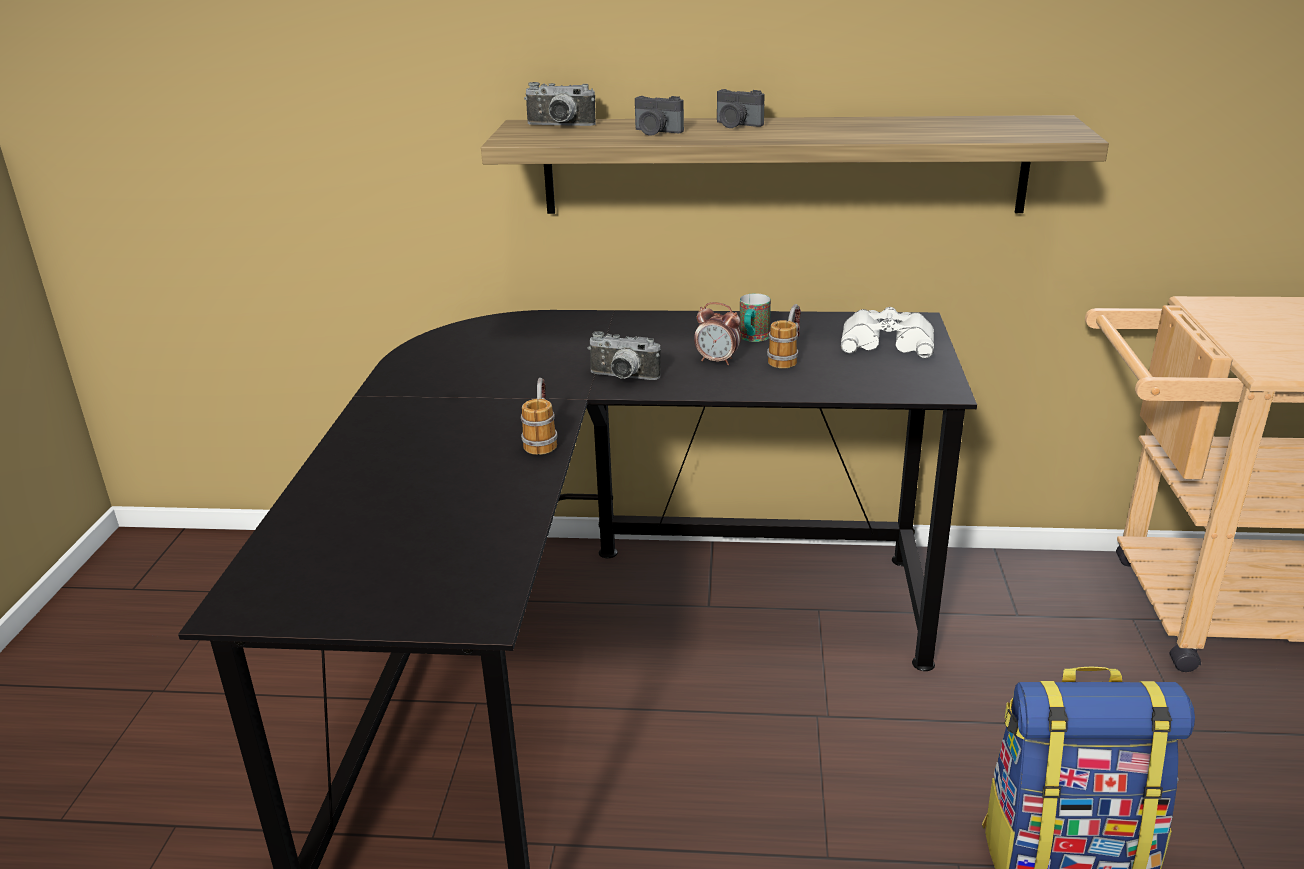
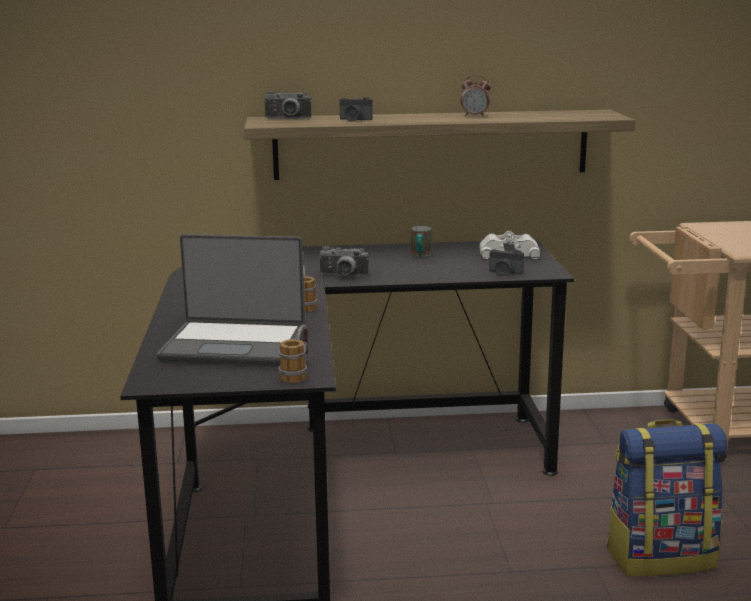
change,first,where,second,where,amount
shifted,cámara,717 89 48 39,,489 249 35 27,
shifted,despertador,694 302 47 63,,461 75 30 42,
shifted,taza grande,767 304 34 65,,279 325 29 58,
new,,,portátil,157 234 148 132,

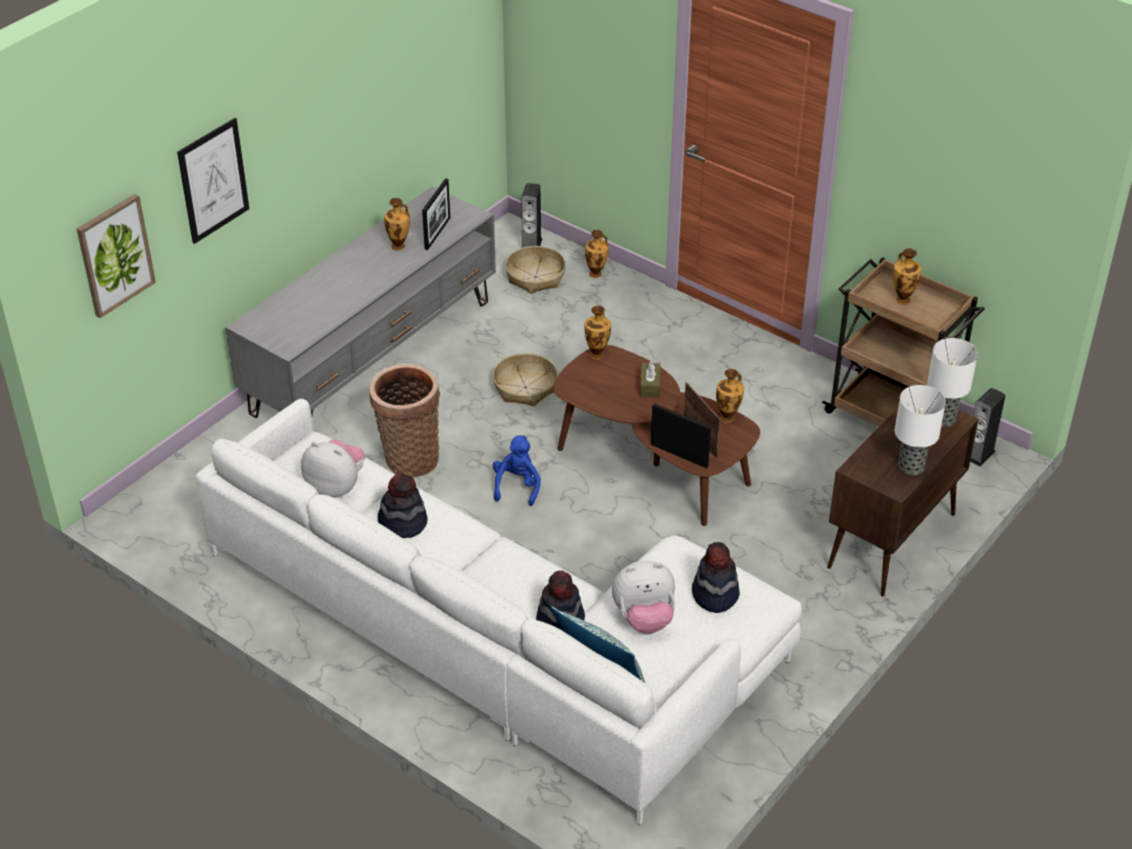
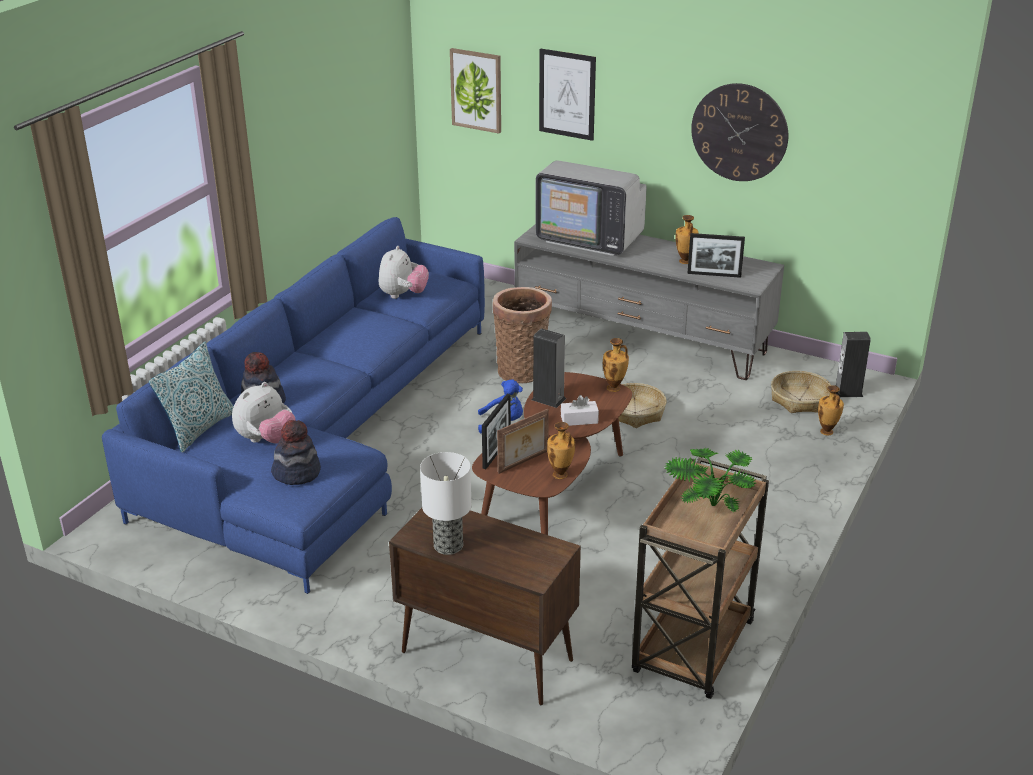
change,first,where,second,where,amount
swapped,florero,893 248 28 57,planta en maceta,665 448 91 65,
gone,lámpara de mesa,927 338 51 88,,,
repainted,caja de pañuelos/marrón,640 360 20 38,caja de pañuelos/blanco,561 395 38 31,
shifted,altavoz,970 388 35 78,,531 328 35 80,
repainted,sofá/blanco,195 399 607 426,sofá/azul,102 217 383 377,
gone,sombrero,378 473 50 65,,,
rotated,peluche,612 560 63 74,,232 382 64 62,120 degrees counterclockwise
new,,,reloj de pared,691 83 97 98,
new,,,televisor,535 160 111 96,

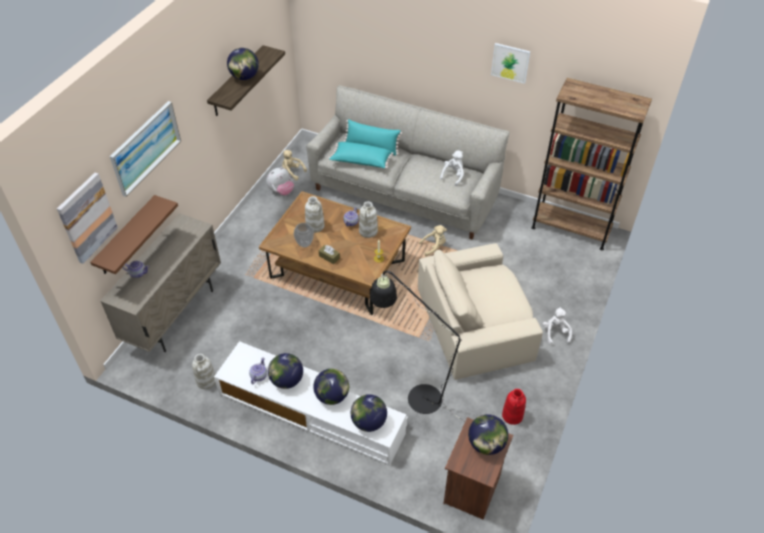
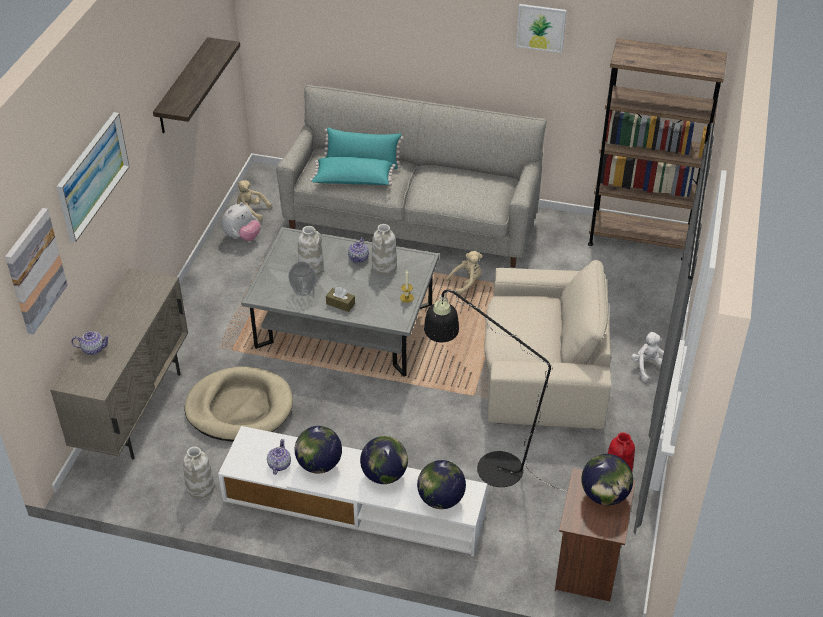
change,first,where,second,where,amount
gone,globo terráqueo,227 48 32 32,,,
gone,peluche/blanco,440 150 24 36,,,
repainted,mesa de centro/marrón,259 191 152 124,mesa de centro/gris,241 227 198 150,
gone,estante/marrón,90 195 88 79,,,
rotated,sillón/beis,418 243 125 137,,484 260 127 169,150 degrees counterclockwise
new,,,cama para perro/beis,184 366 109 75,

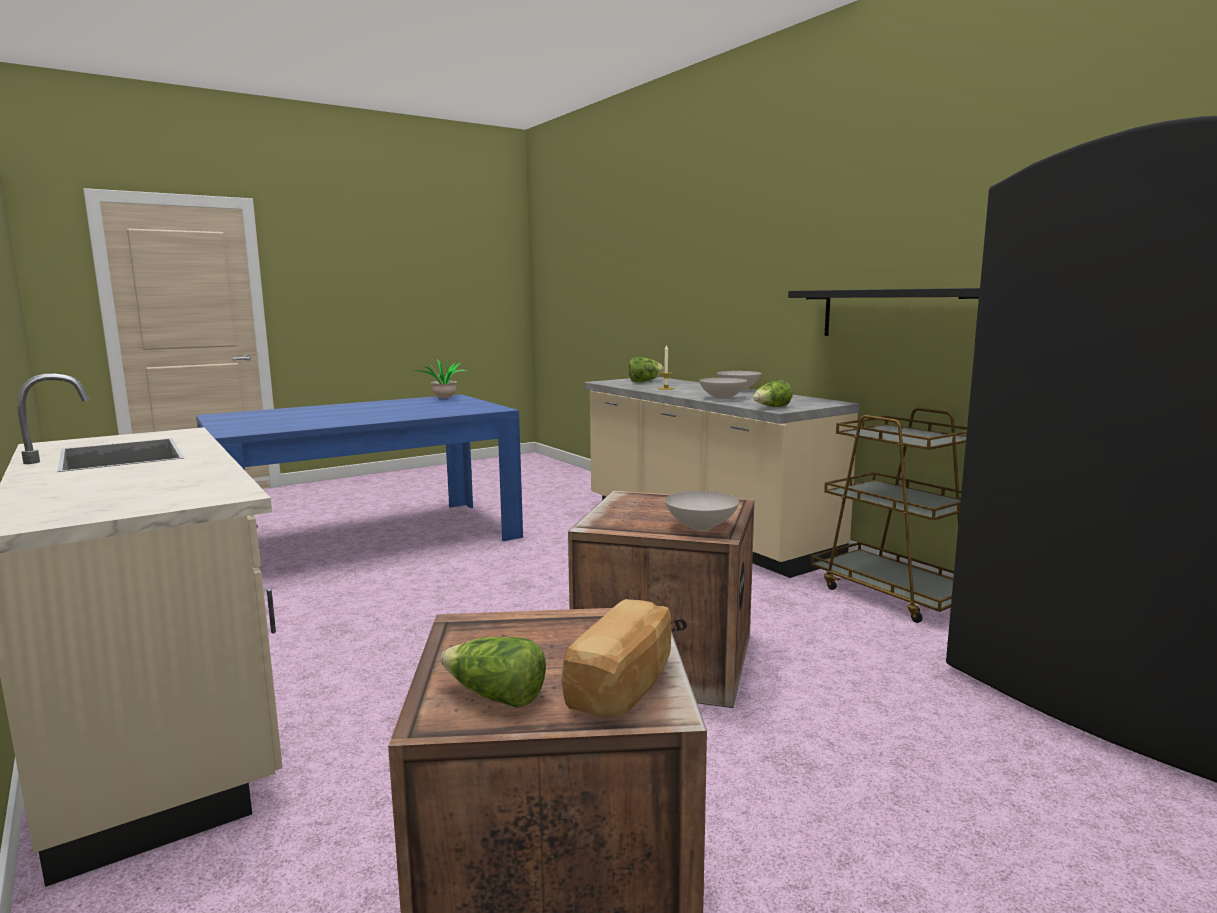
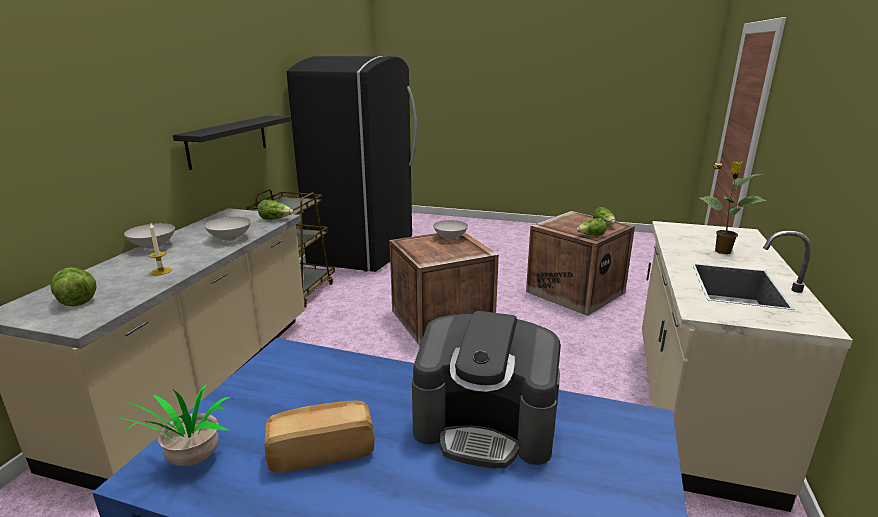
change,first,where,second,where,amount
shifted,pan,562 599 109 119,,265 401 110 72,
new,,,planta en maceta,700 161 67 93,
new,,,lechuga,576 218 31 18,
new,,,cafetera,412 311 149 157,

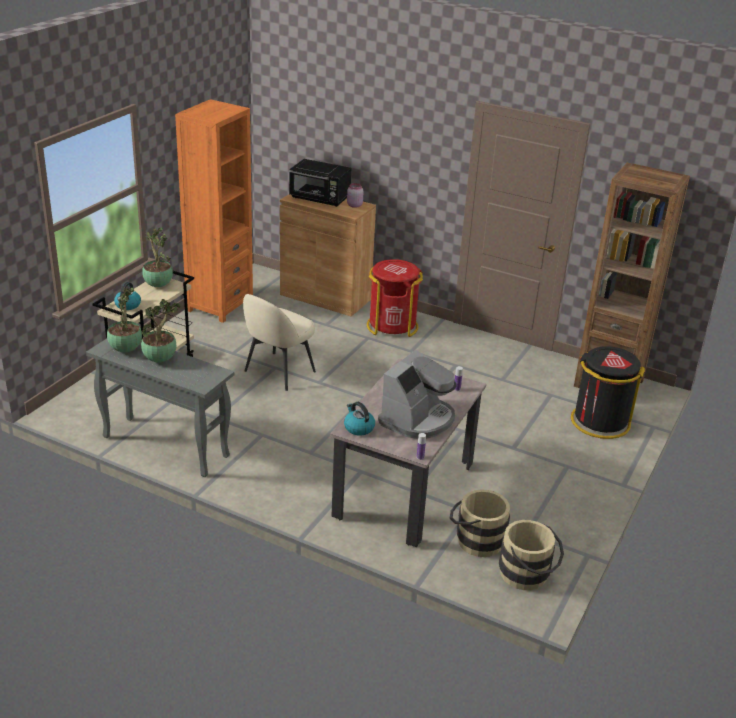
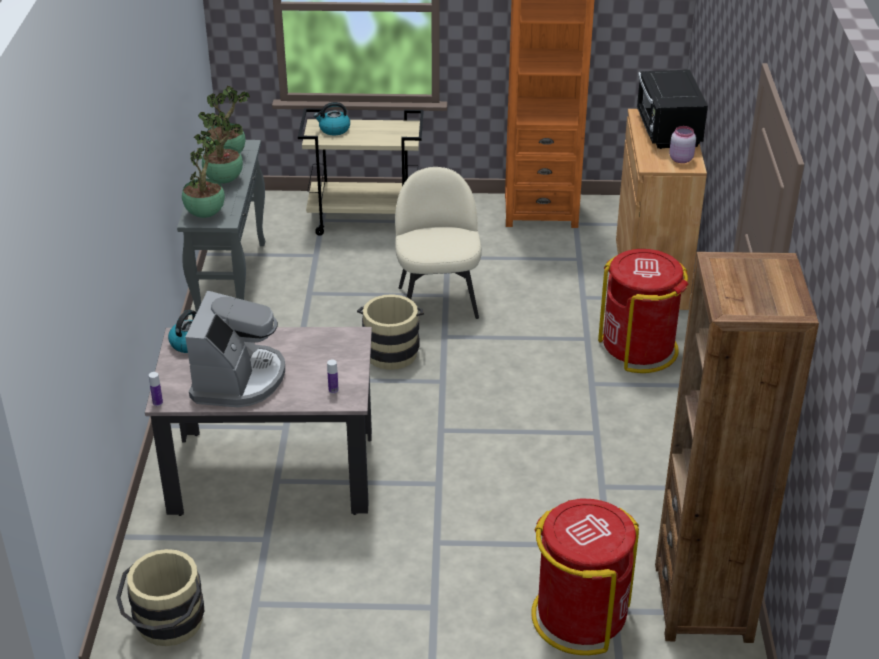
change,first,where,second,where,amount
shifted,planta en maceta,142 227 31 60,,182 138 43 80,
rotated,silla/beis,243 294 73 97,,395 167 87 152,75 degrees clockwise
repainted,papelera/negro,571 346 74 93,papelera/rojo,531 498 108 157,
rotated,cafetera,378 350 78 89,,185 291 100 116,90 degrees counterclockwise
shifted,cubo/beis,450 489 60 68,,357 294 67 76,

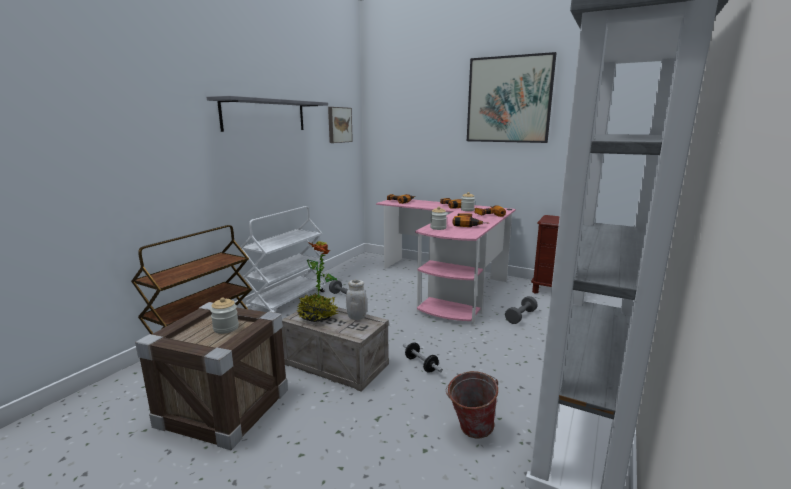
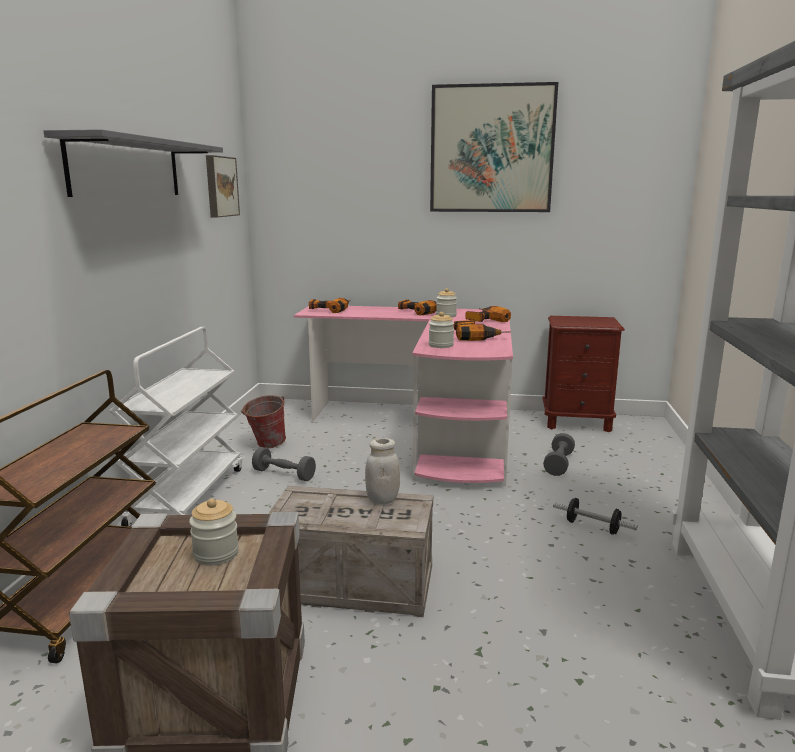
change,first,where,second,where,amount
gone,planta en maceta,296 241 43 81,,,
shifted,mancuerna,403 342 40 31,,553 498 85 37,
shifted,cubo,446 371 52 68,,241 395 45 53,

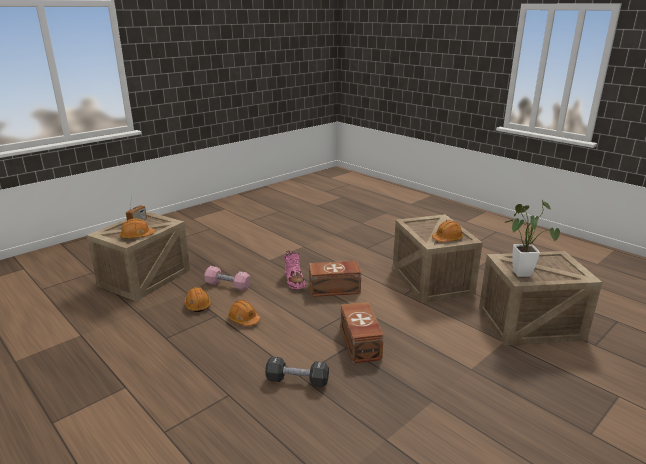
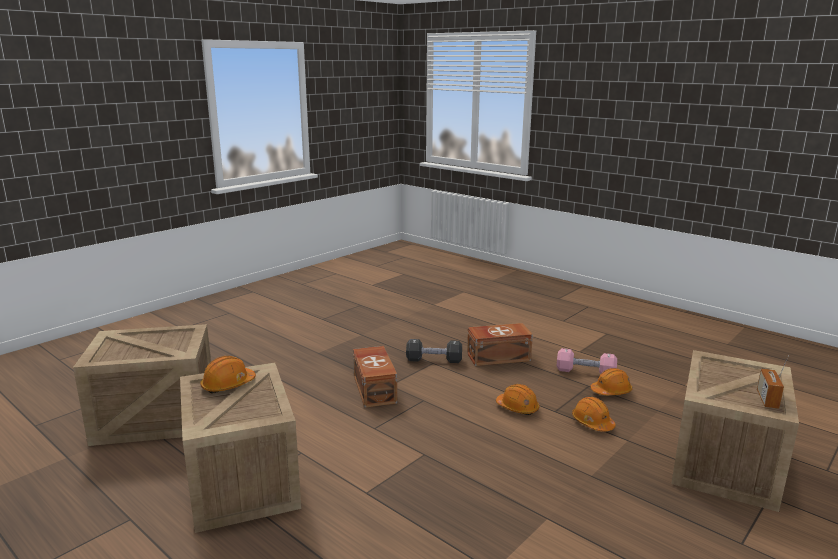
change,first,where,second,where,amount
gone,planta en maceta,505 200 55 77,,,
shifted,casco/naranja,120 218 35 21,,590 368 42 27,
gone,bota/rosa,284 251 22 38,,,
shifted,caja de almacenaje/marrón,309 261 52 36,,467 323 66 43,
shifted,mancuerna/rosa,204 266 46 25,,557 348 60 26,

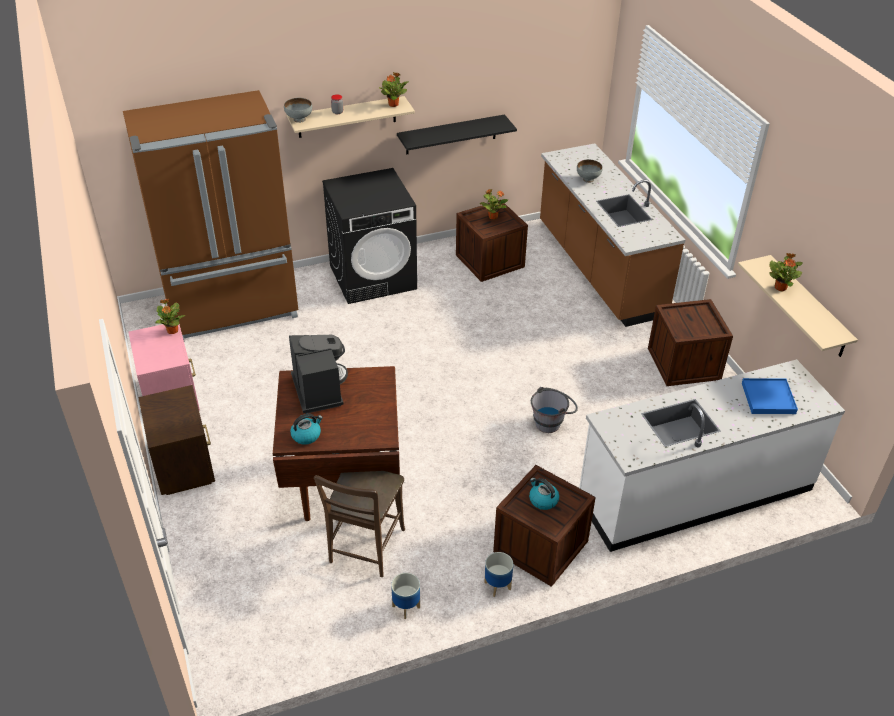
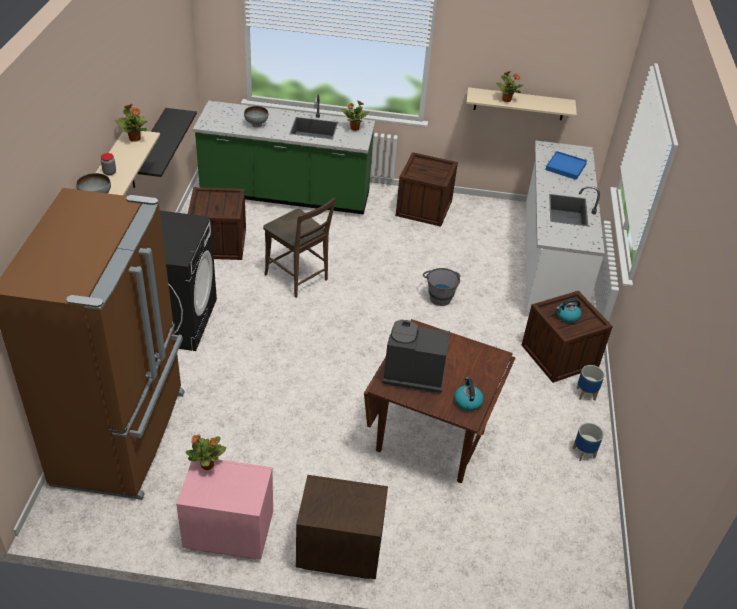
change,first,where,second,where,amount
repainted,mueble bajo de cocina/marrón,540 143 145 184,mueble bajo de cocina/verde,193 94 182 121,
shifted,planta en maceta,480 189 28 31,,342 100 27 31,
shifted,silla/marrón,314 471 91 106,,263 198 73 100,

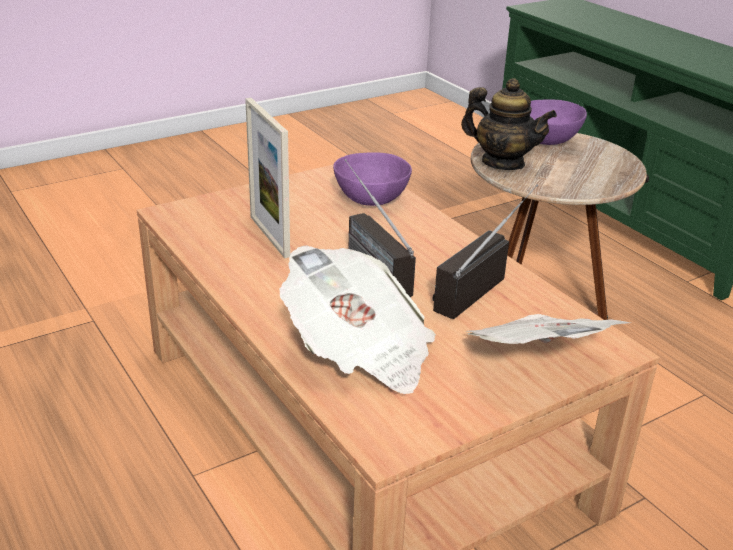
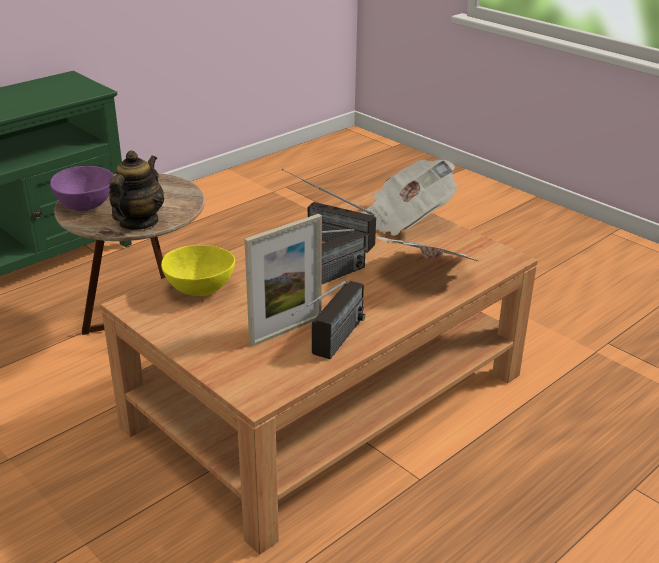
change,first,where,second,where,amount
repainted,cuenco/morado,333 152 79 54,cuenco/amarillo,161 245 74 51,
new,,,radio,292 280 73 79,

